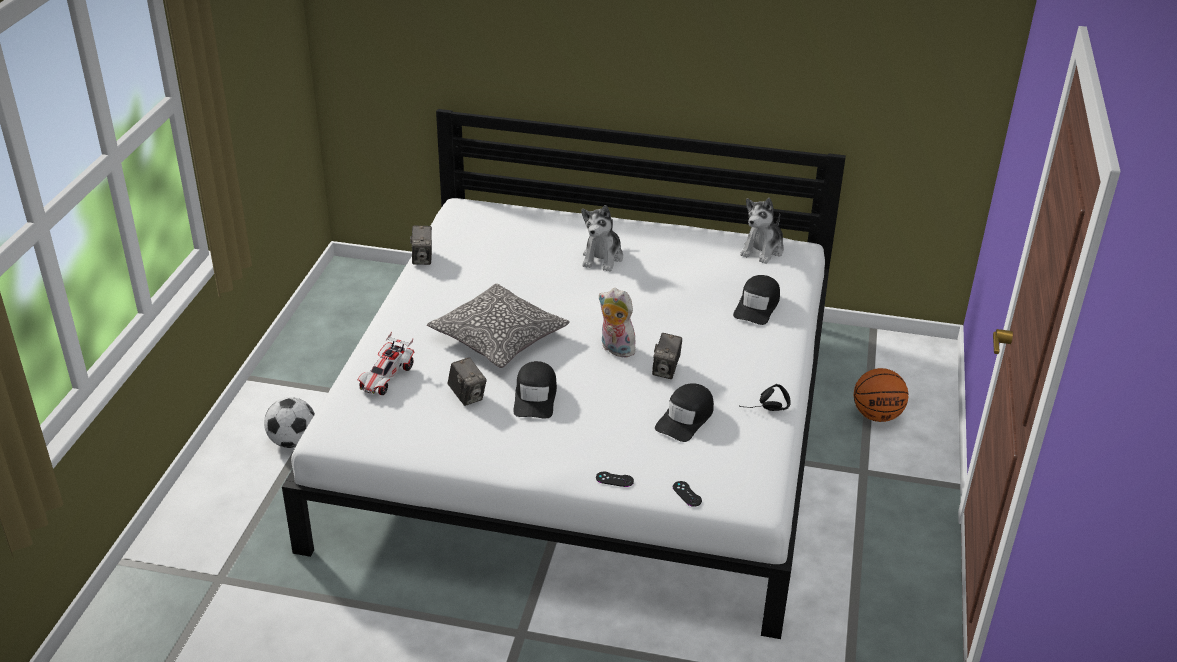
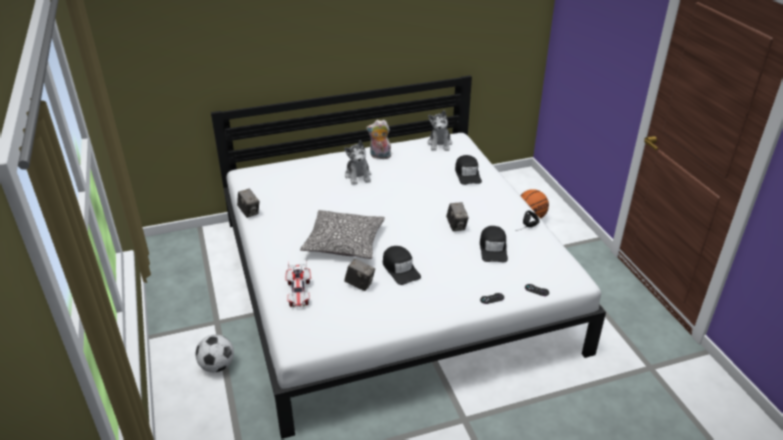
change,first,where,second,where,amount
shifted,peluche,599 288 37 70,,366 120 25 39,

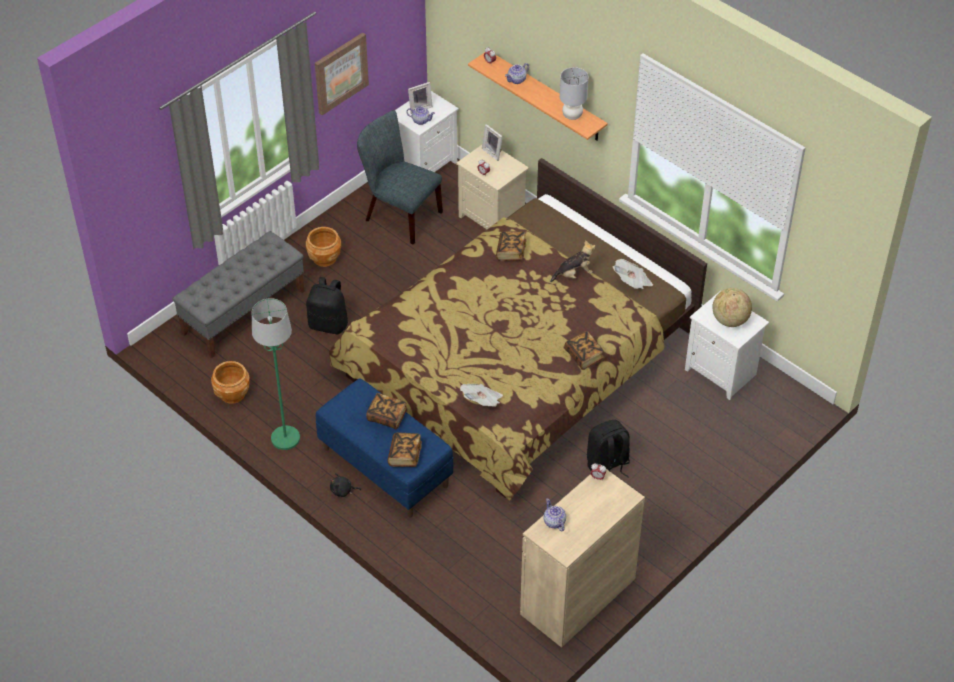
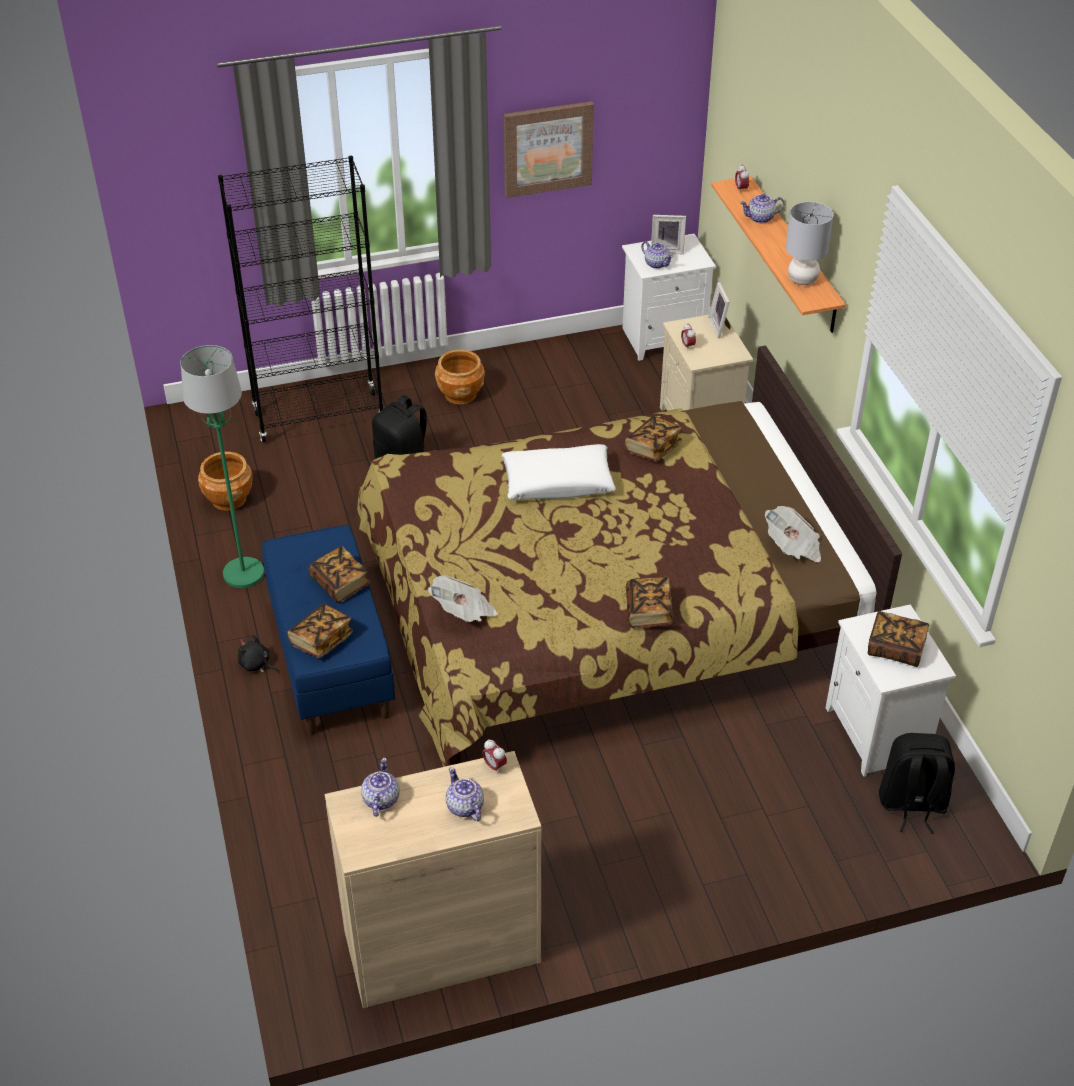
change,first,where,second,where,amount
gone,silla/gris,357 110 86 135,,,
swapped,banco/gris,172 231 133 127,estantería/negro,218 156 165 286,
gone,peluche,550 240 45 42,,,
swapped,globo terráqueo,712 288 40 39,libro,868 611 61 56,
shifted,mochila/negro,587 420 43 58,,879 733 76 101,
new,,,cojín/blanco,502 444 114 56,
new,,,tetera,446 767 38 54,

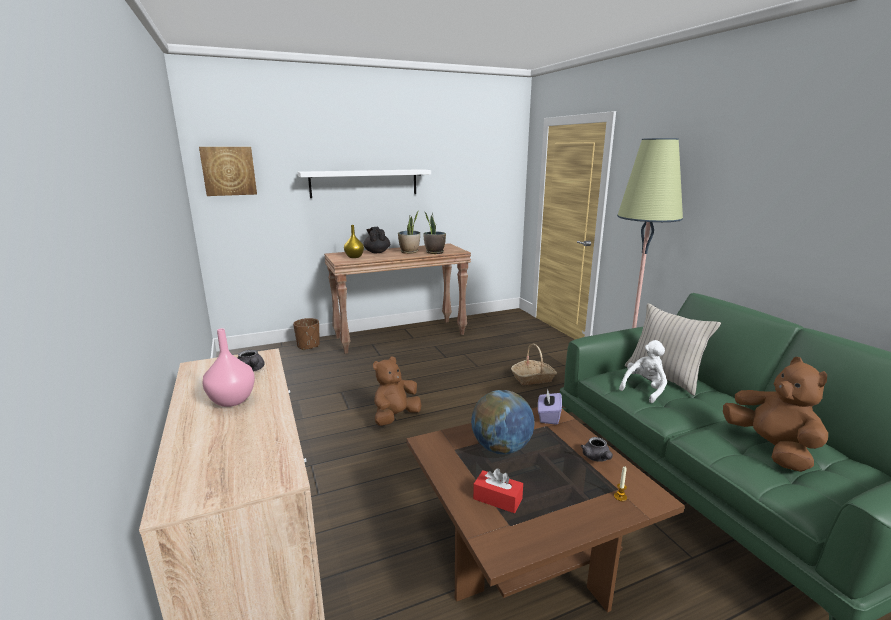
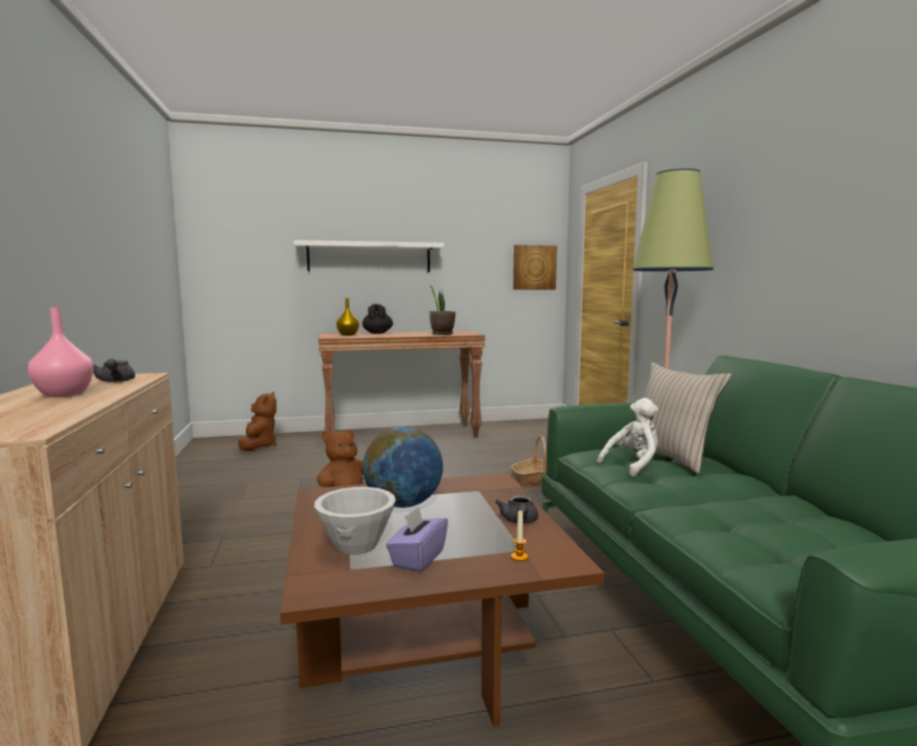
change,first,where,second,where,amount
shifted,cuadro,199 147 58 49,,513 245 44 45,
gone,planta en maceta,398 211 22 43,,,
gone,maceta/marrón,293 318 27 32,,,
shifted,peluche/marrón,723 357 105 115,,238 392 39 59,
shifted,caja de pañuelos/morado,538 389 24 36,,386 506 62 66,
swapped,caja de pañuelos/rojo,473 468 50 45,cuenco/blanco,314 487 82 68,

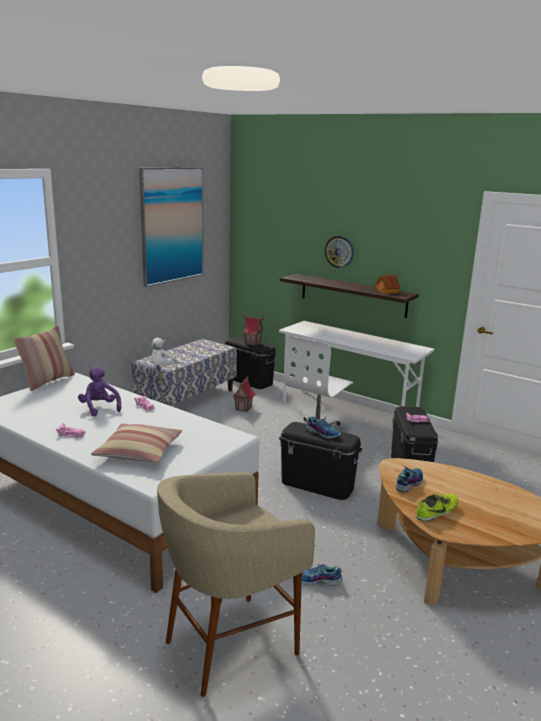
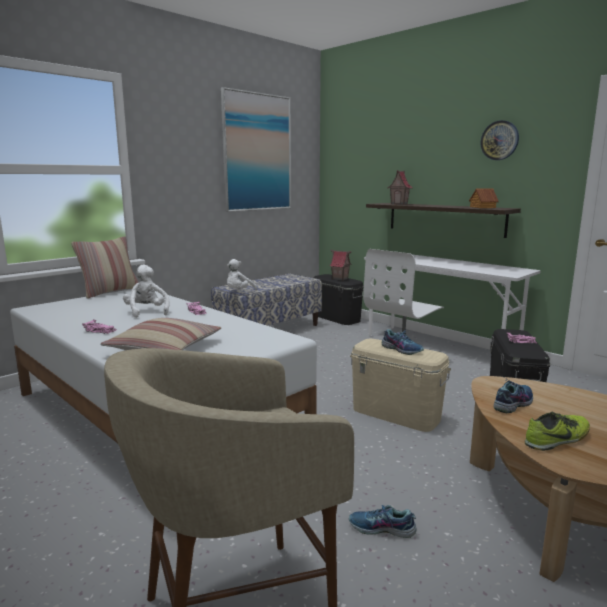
change,first,where,second,where,amount
shifted,reloj de pared,325 236 29 32,,481 120 38 40,
repainted,peluche/morado,78 366 43 50,peluche/blanco,123 264 46 54,
shifted,casita,232 376 24 36,,387 170 25 35,
repainted,caja de almacenaje/negro,279 422 83 78,caja de almacenaje/beis,350 339 101 93,

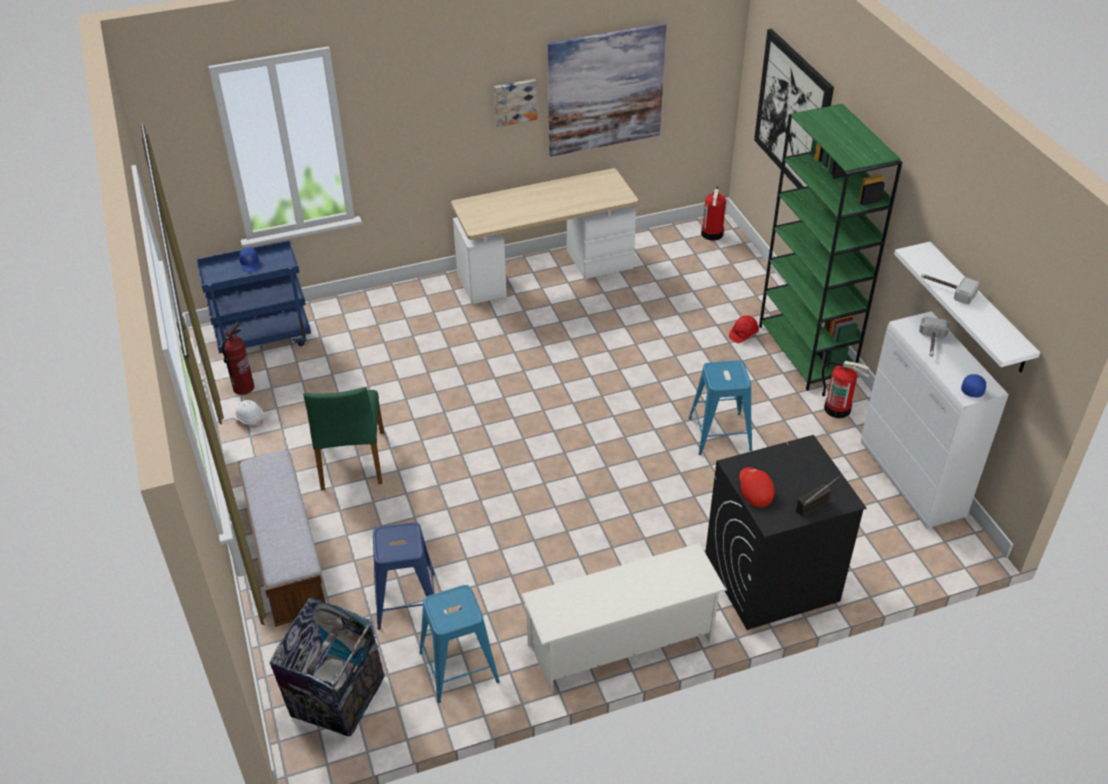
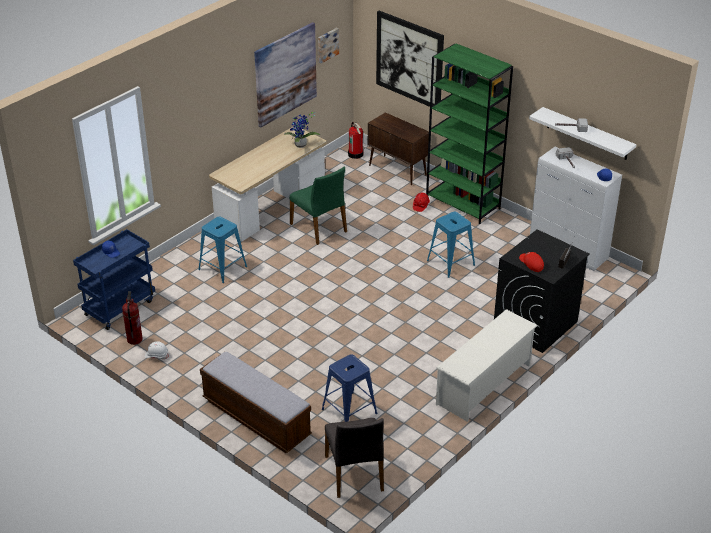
change,first,where,second,where,amount
shifted,cuadro,494 79 44 48,,318 28 21 36,
gone,extintor,822 361 48 57,,,
shifted,silla/verde,303 387 81 103,,290 166 57 79,
shifted,taburete/azul,419 585 81 118,,198 216 49 67,
swapped,papelera,270 598 115 138,silla/gris,325 418 59 80,
new,,,planta en maceta,284 112 36 36,
new,,,armario/marrón,368 112 61 74,

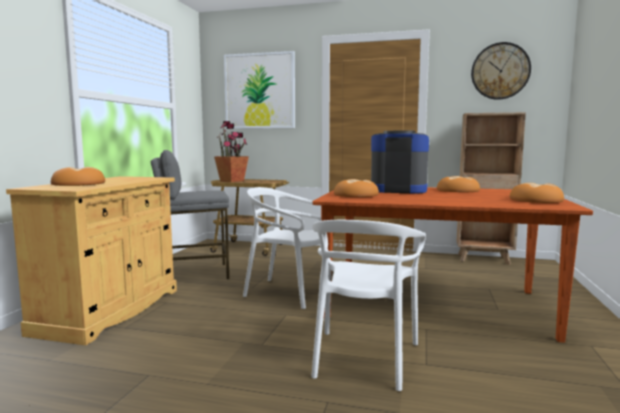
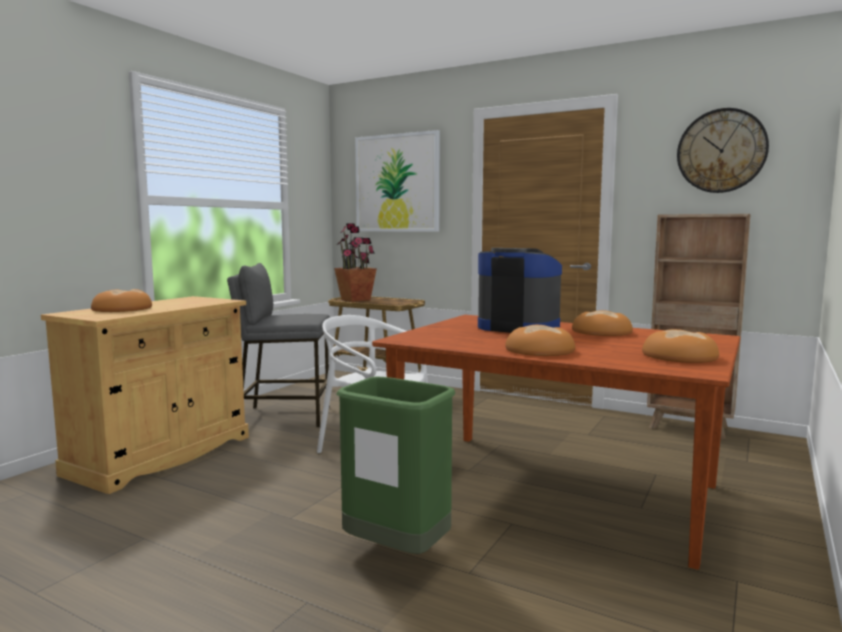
change,first,where,second,where,amount
shifted,pan,334 179 45 18,,505 325 70 31,
swapped,silla/blanco,311 220 115 171,papelera/verde,336 377 119 177,

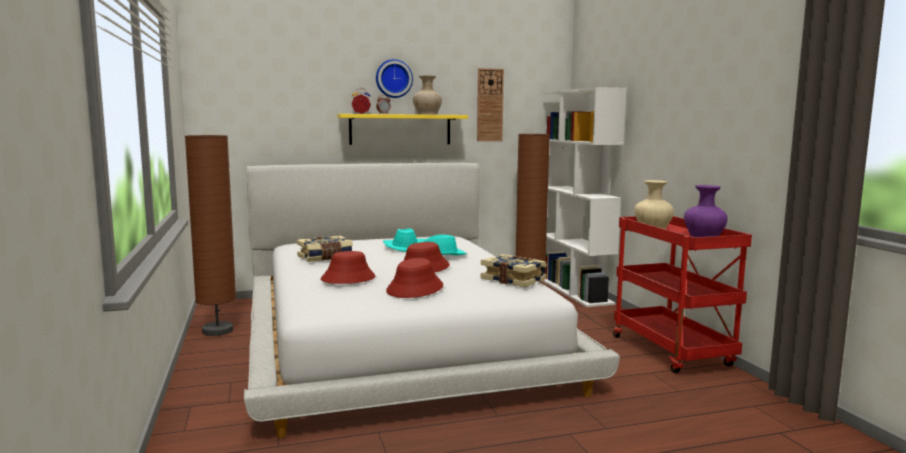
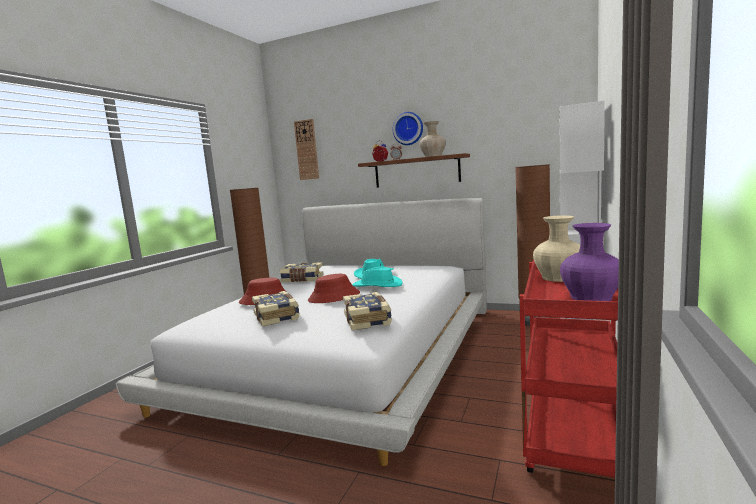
change,first,where,second,where,amount
shifted,reloj de pared,477 68 27 73,,294 119 25 61,
repainted,estante/amarillo,337 114 131 31,estante/marrón,358 153 112 35,
swapped,sombrero/rojo,386 258 57 40,libro,252 291 48 36,

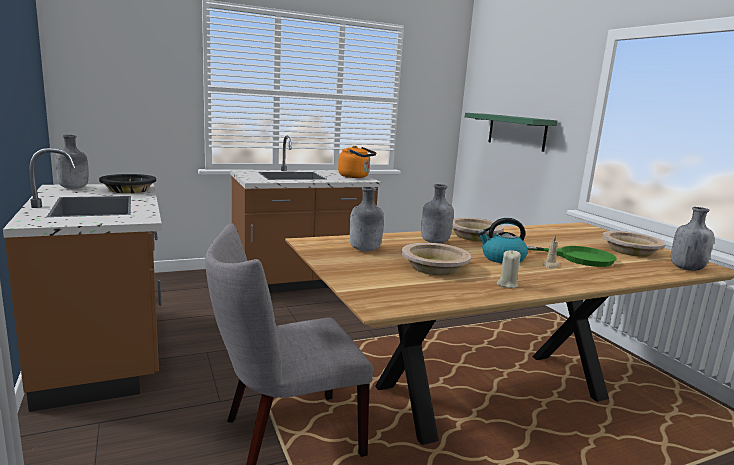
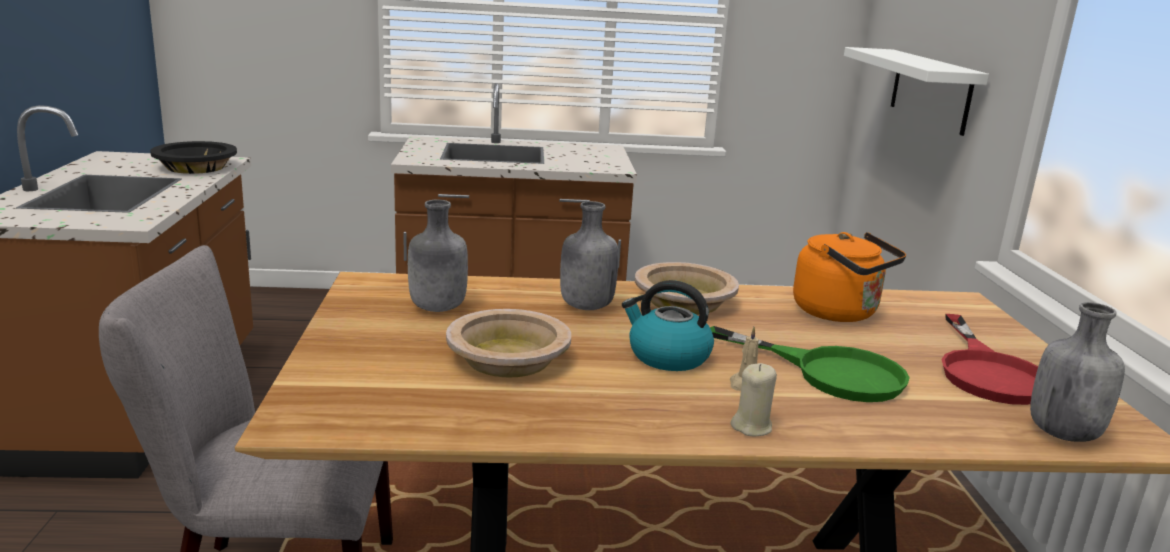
change,first,where,second,where,amount
repainted,estante/verde,465 113 92 39,estante/blanco,844 47 145 89,
gone,botella/gris,55 135 34 54,,,
shifted,hervidor/naranja,338 146 38 32,,793 232 113 90,
swapped,cuenco/beis,602 231 63 26,sartén/rojo,942 314 96 91,
shifted,vela/beis,497 250 24 38,,730 363 47 73,

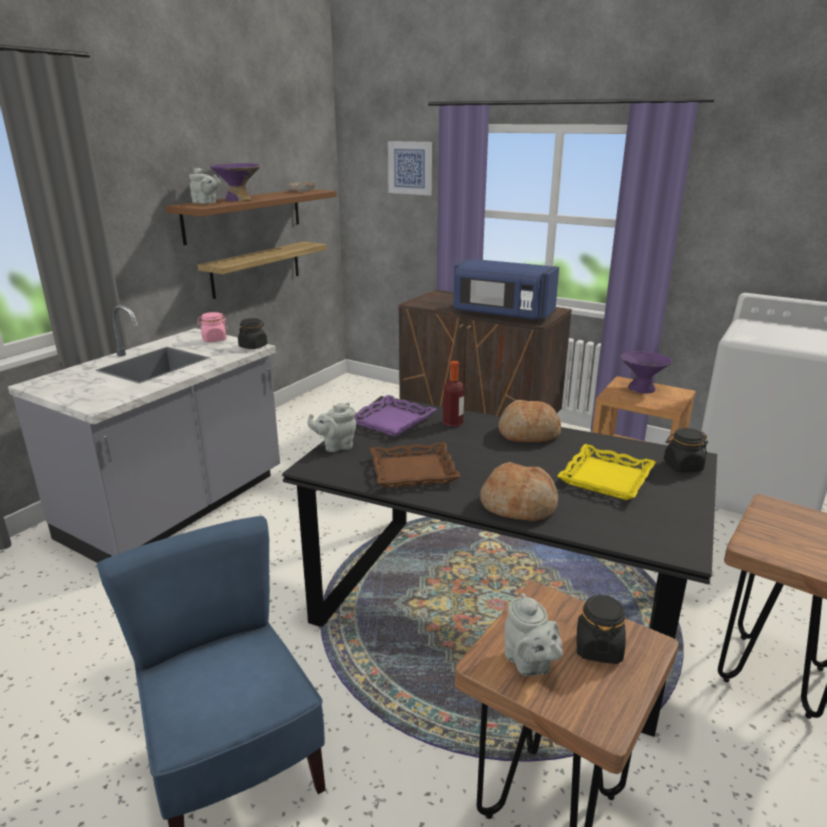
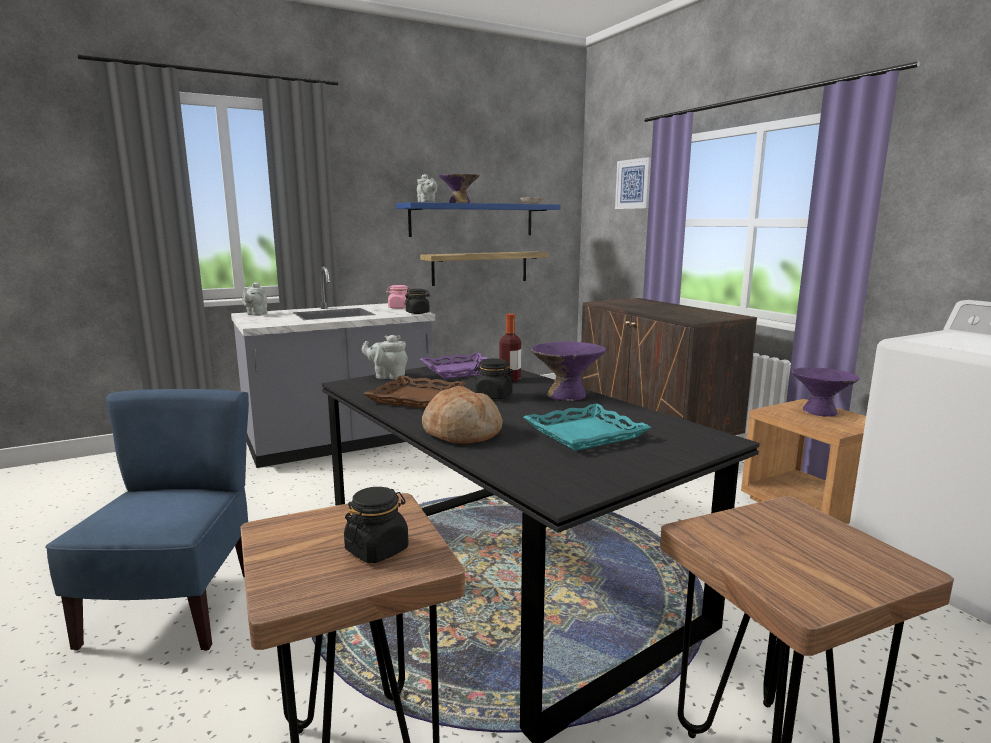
change,first,where,second,where,amount
repainted,estante/marrón,166 189 170 56,estante/azul,396 202 165 35,
gone,microondas/azul,453 259 106 62,,,
swapped,pan,499 400 62 42,cuenco/morado,531 342 75 59,
shifted,tarro/negro,664 428 44 44,,474 358 40 41,
repainted,bandeja/amarillo,557 444 99 56,bandeja/turquesa,523 403 129 48,
shifted,tetera/gris,504 593 59 83,,242 282 25 34,

